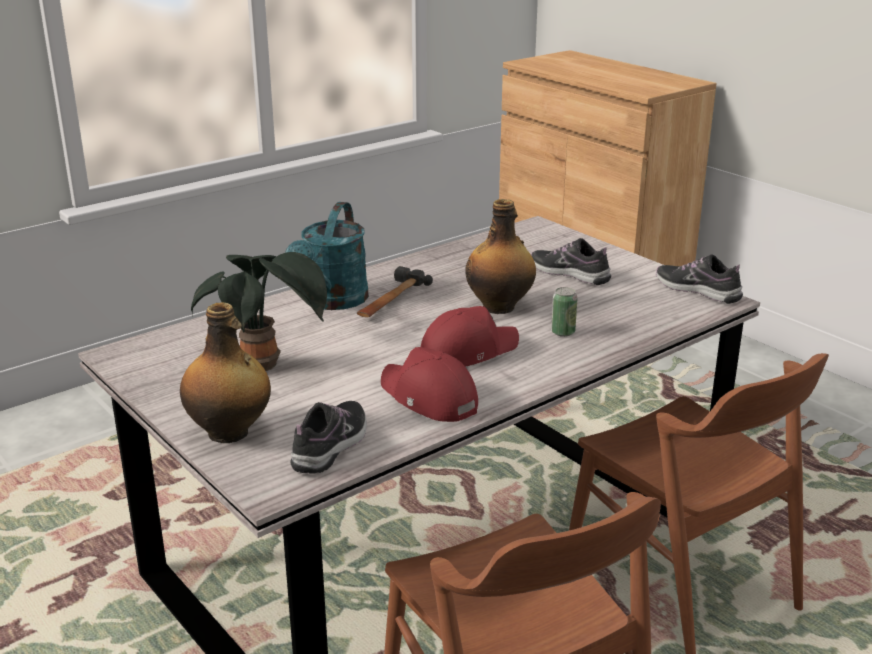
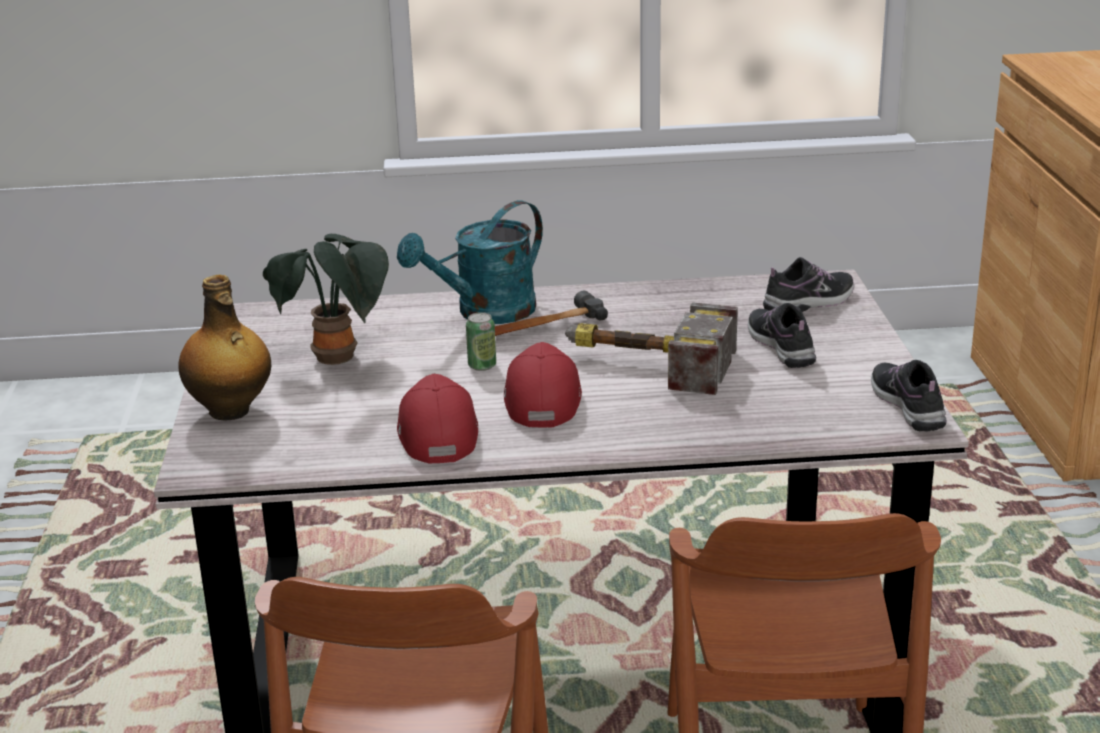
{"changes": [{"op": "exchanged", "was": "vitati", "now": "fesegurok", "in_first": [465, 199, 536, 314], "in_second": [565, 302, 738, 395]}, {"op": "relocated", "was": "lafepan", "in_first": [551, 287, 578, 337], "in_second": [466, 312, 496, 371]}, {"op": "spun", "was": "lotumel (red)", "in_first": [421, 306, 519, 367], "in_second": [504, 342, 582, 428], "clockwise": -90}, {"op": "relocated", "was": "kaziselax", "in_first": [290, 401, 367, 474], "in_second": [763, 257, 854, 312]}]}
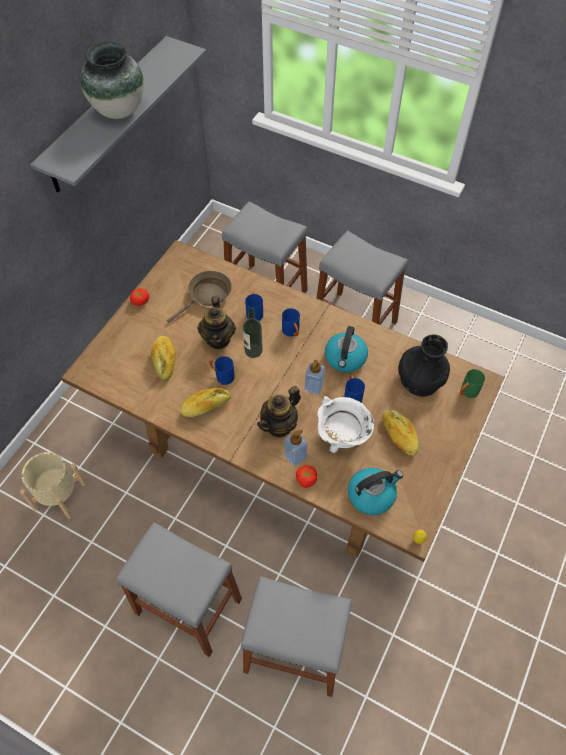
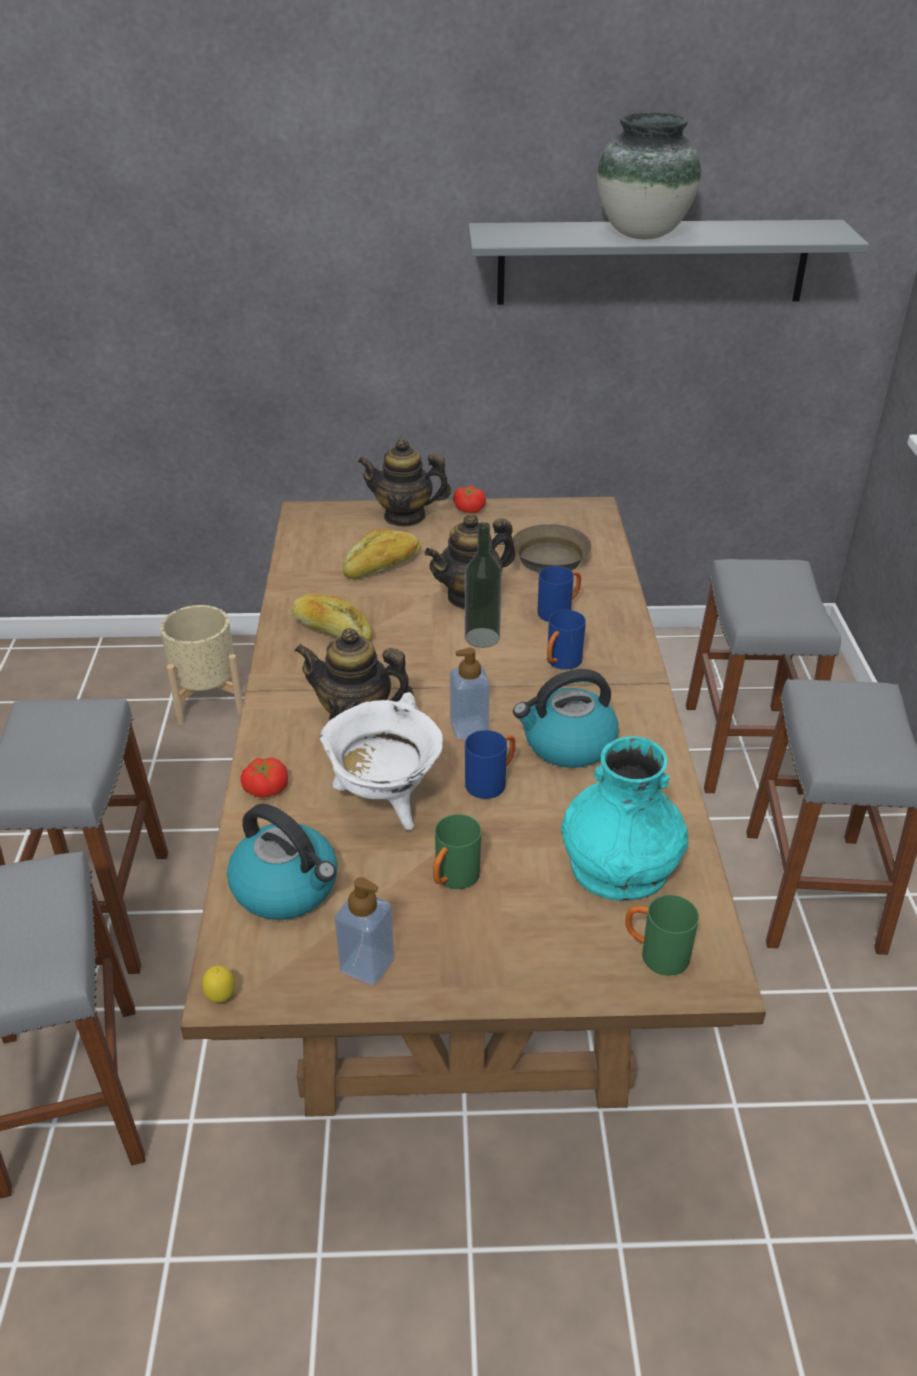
{"changes": [{"op": "colour", "was": "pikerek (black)", "now": "pikerek (turquoise)", "in_first": [398, 334, 450, 397], "in_second": [561, 736, 688, 901]}, {"op": "missing", "was": "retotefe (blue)", "in_first": [209, 356, 234, 385]}, {"op": "exchanged", "was": "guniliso", "now": "retotefe (green)", "in_first": [382, 410, 419, 456], "in_second": [433, 814, 481, 889]}, {"op": "relocated", "was": "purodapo", "in_first": [284, 429, 307, 466], "in_second": [335, 877, 394, 985]}, {"op": "appeared", "now": "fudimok", "in_second": [357, 438, 451, 527]}]}
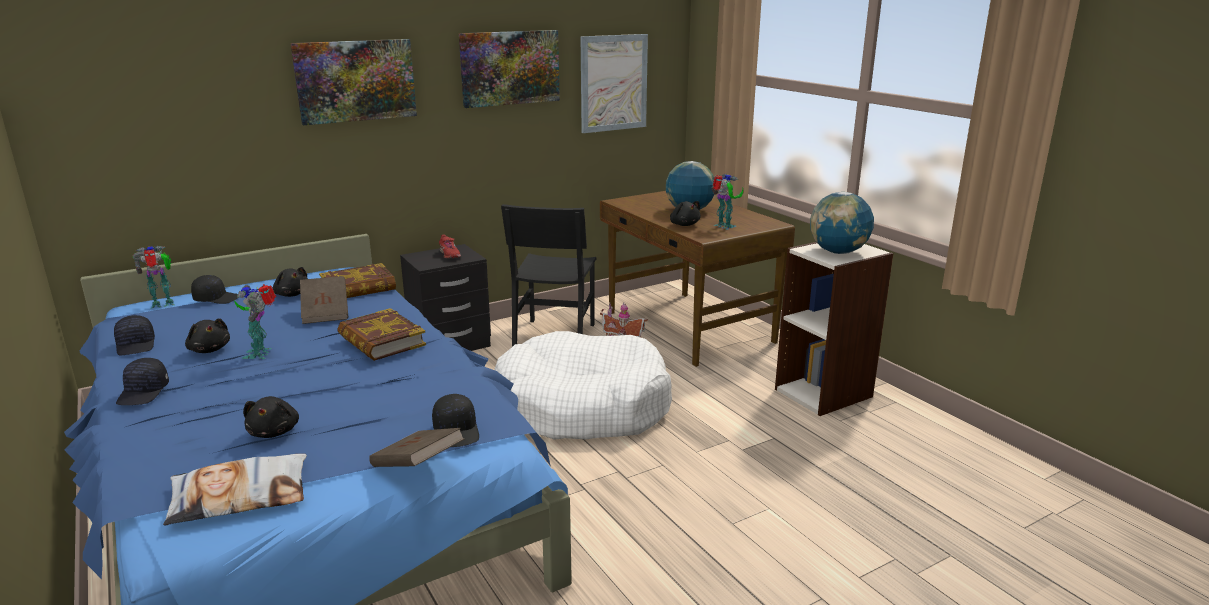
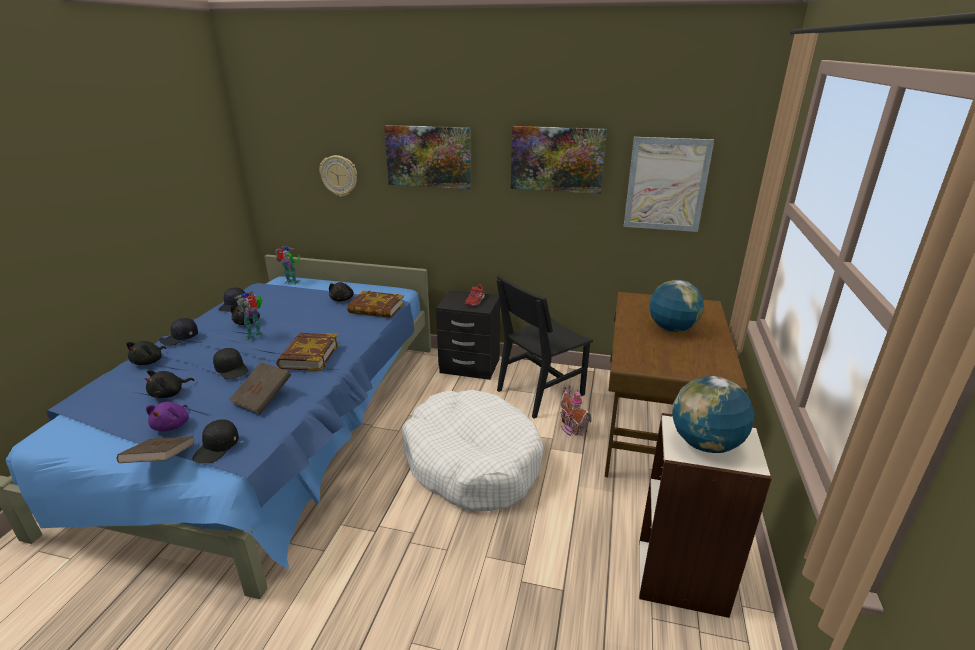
{"changes": [{"op": "missing", "was": "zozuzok", "in_first": [711, 174, 744, 230]}, {"op": "relocated", "was": "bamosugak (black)", "in_first": [670, 201, 701, 226], "in_second": [126, 341, 166, 365]}, {"op": "relocated", "was": "lotumel (black)", "in_first": [191, 275, 238, 304], "in_second": [213, 348, 249, 380]}, {"op": "relocated", "was": "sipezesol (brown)", "in_first": [300, 276, 348, 324], "in_second": [229, 362, 291, 414]}, {"op": "missing", "was": "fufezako", "in_first": [163, 454, 307, 526]}, {"op": "appeared", "now": "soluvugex", "in_second": [319, 155, 357, 197]}, {"op": "appeared", "now": "bamosugak (purple)", "in_second": [146, 402, 189, 432]}]}
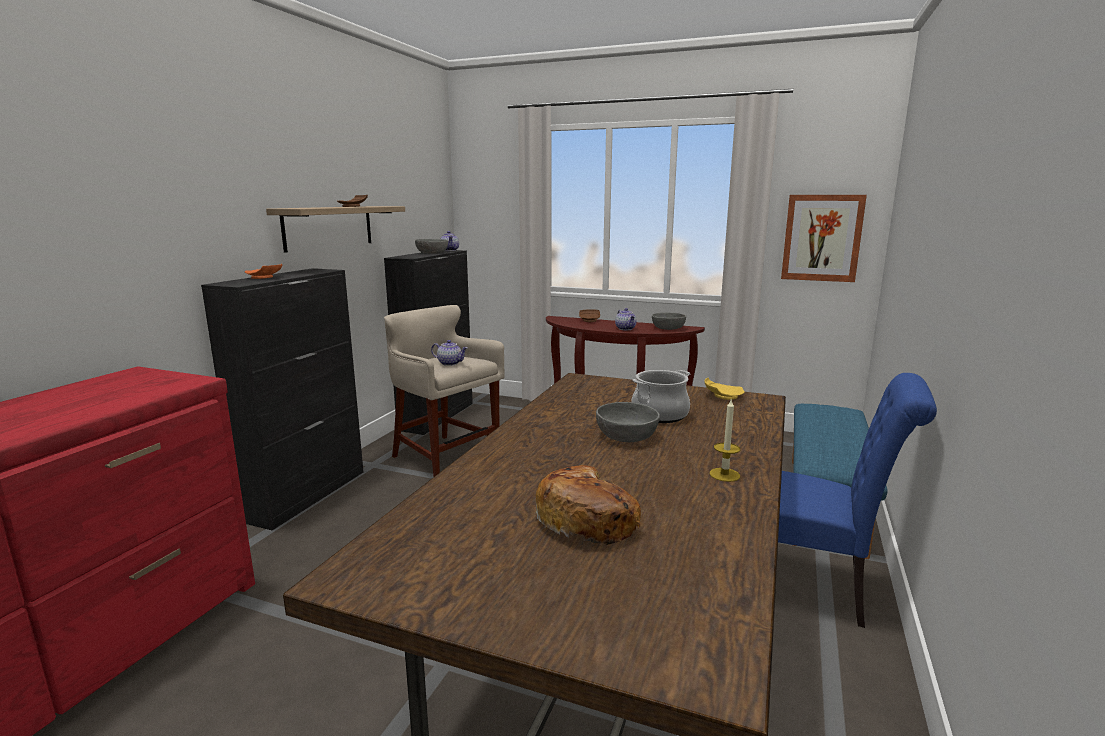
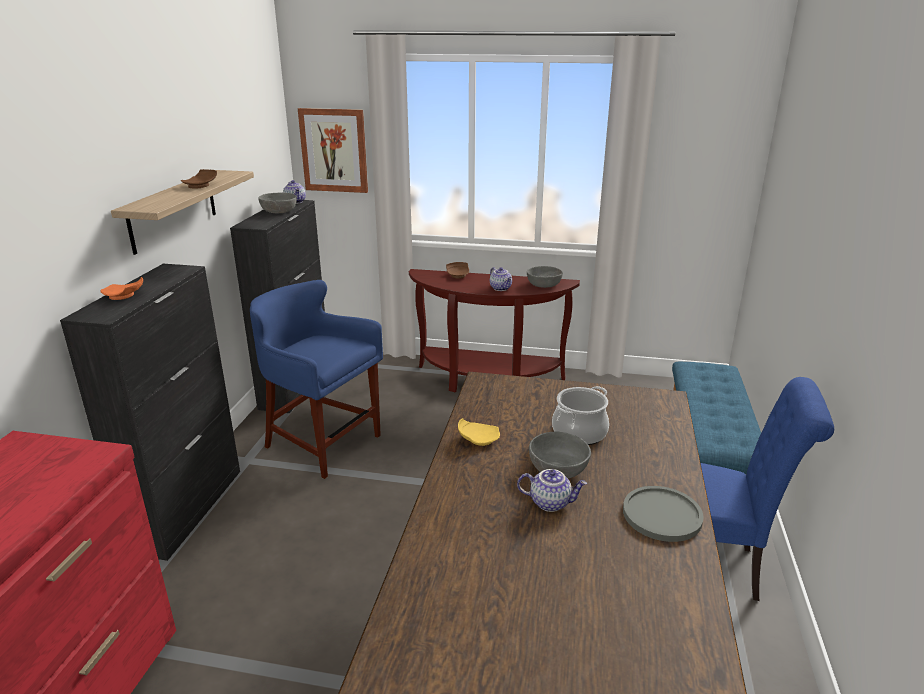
{"changes": [{"op": "relocated", "was": "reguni", "in_first": [781, 195, 867, 282], "in_second": [298, 108, 368, 193]}, {"op": "colour", "was": "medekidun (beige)", "now": "medekidun (blue)", "in_first": [384, 305, 505, 477], "in_second": [250, 280, 383, 479]}, {"op": "relocated", "was": "fudimok", "in_first": [431, 340, 467, 366], "in_second": [517, 469, 587, 512]}, {"op": "relocated", "was": "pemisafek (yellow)", "in_first": [705, 378, 745, 400], "in_second": [458, 418, 500, 446]}, {"op": "exchanged", "was": "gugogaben", "now": "pemisafek (grey)", "in_first": [710, 400, 740, 482], "in_second": [623, 486, 704, 542]}, {"op": "missing", "was": "guniliso", "in_first": [535, 465, 641, 545]}]}
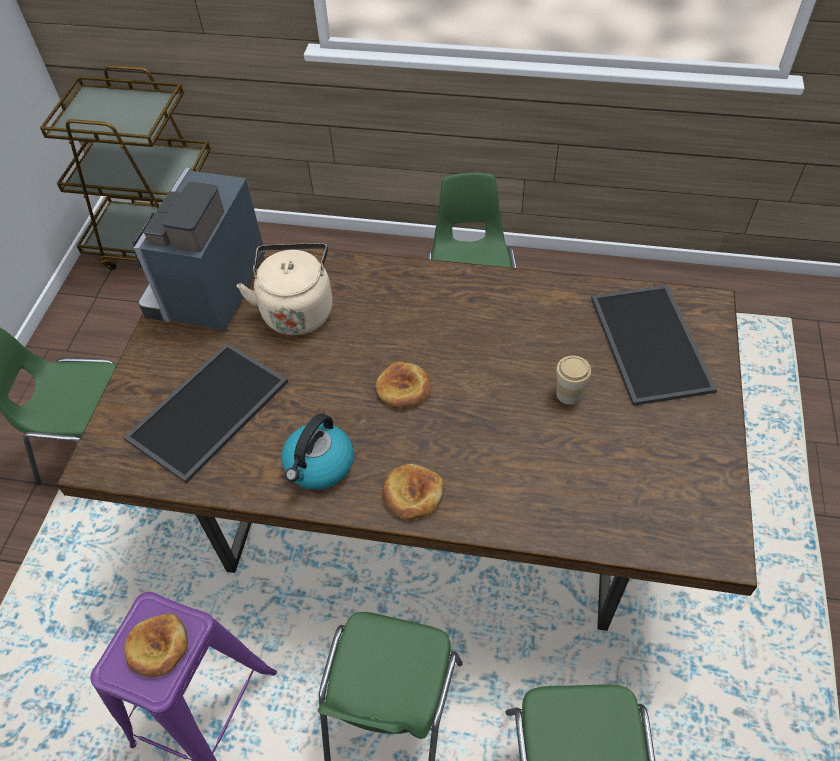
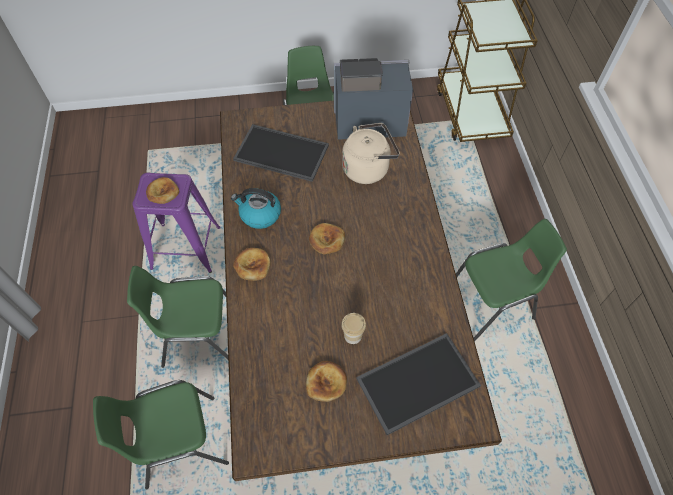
{"changes": [{"op": "appeared", "now": "guniliso", "in_second": [306, 361, 347, 402]}]}
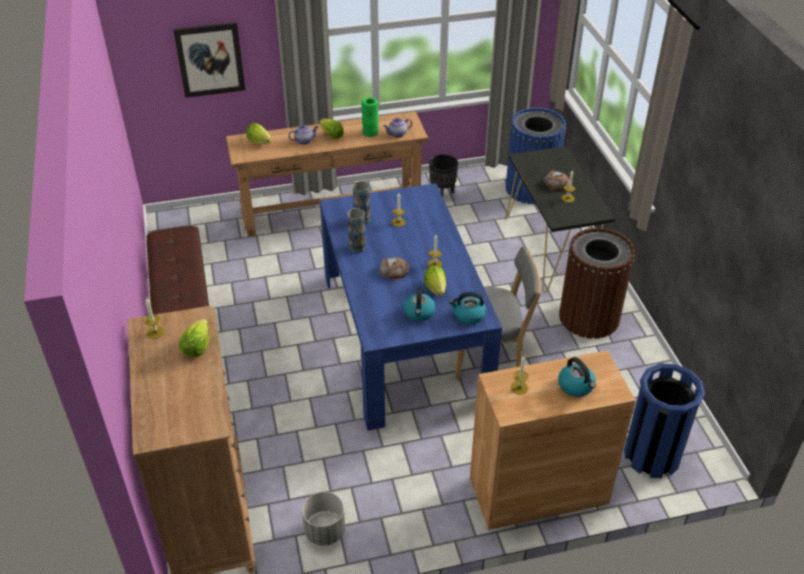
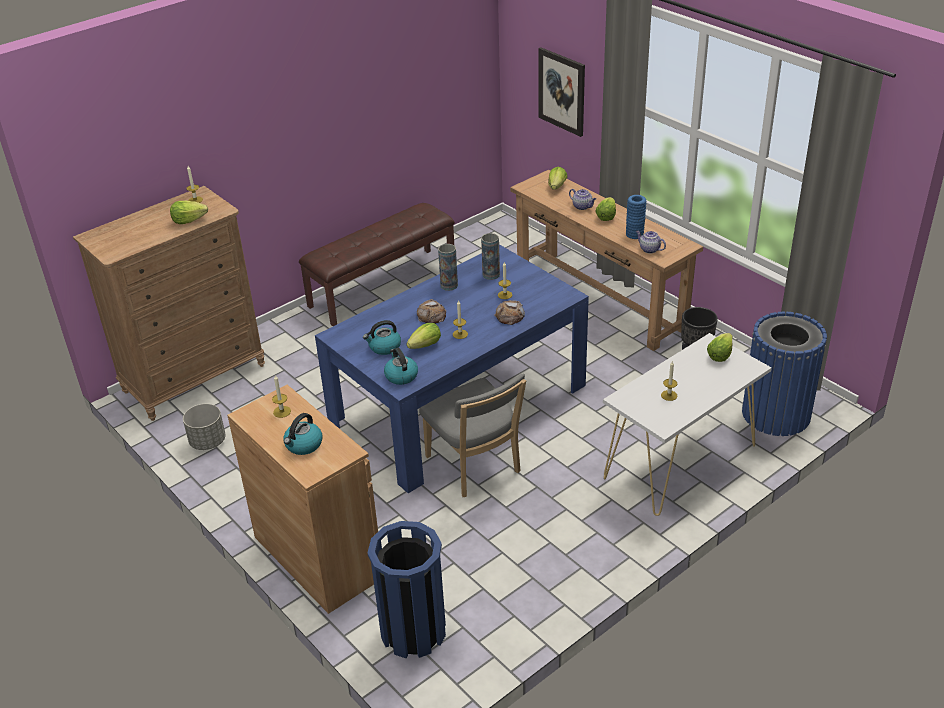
{"changes": [{"op": "colour", "was": "pikerek (green)", "now": "pikerek (blue)", "in_first": [361, 97, 379, 137], "in_second": [626, 195, 647, 239]}, {"op": "colour", "was": "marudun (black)", "now": "marudun (white)", "in_first": [505, 146, 615, 292], "in_second": [603, 333, 772, 516]}, {"op": "relocated", "was": "guniliso", "in_first": [544, 170, 569, 191], "in_second": [494, 300, 525, 325]}, {"op": "missing", "was": "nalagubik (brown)", "in_first": [559, 228, 635, 339]}, {"op": "appeared", "now": "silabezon", "in_second": [707, 333, 733, 362]}]}
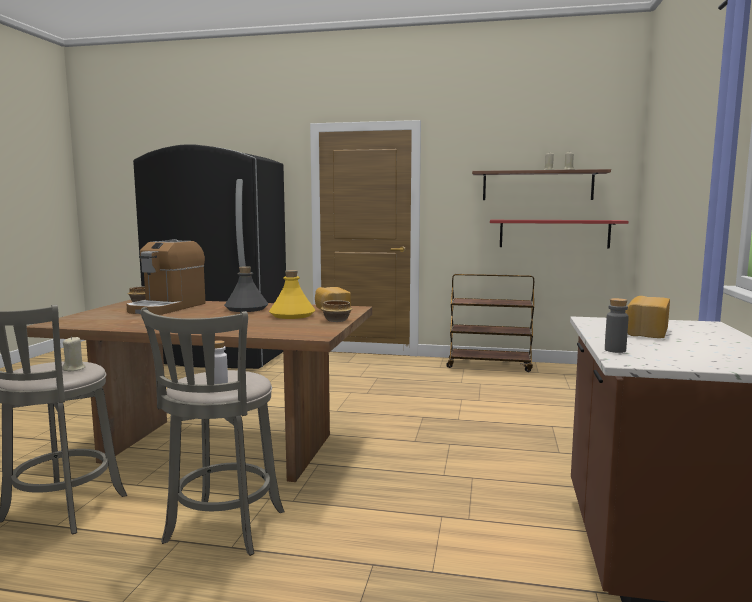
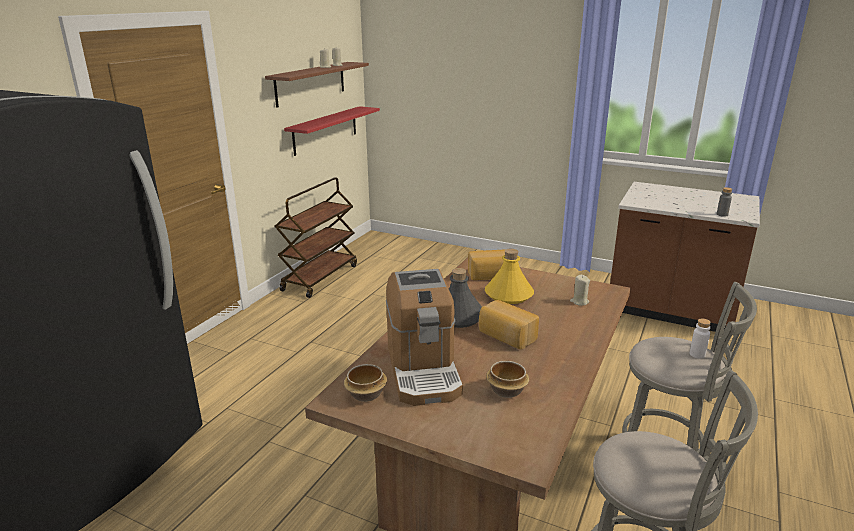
{"changes": [{"op": "spun", "was": "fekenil", "in_first": [127, 239, 206, 315], "in_second": [386, 269, 463, 406], "clockwise": 45}, {"op": "relocated", "was": "guniliso", "in_first": [625, 296, 670, 338], "in_second": [479, 300, 539, 349]}, {"op": "relocated", "was": "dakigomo", "in_first": [321, 300, 352, 322], "in_second": [486, 361, 529, 398]}, {"op": "relocated", "was": "gugogaben (beige)", "in_first": [62, 336, 86, 372], "in_second": [570, 275, 590, 306]}]}
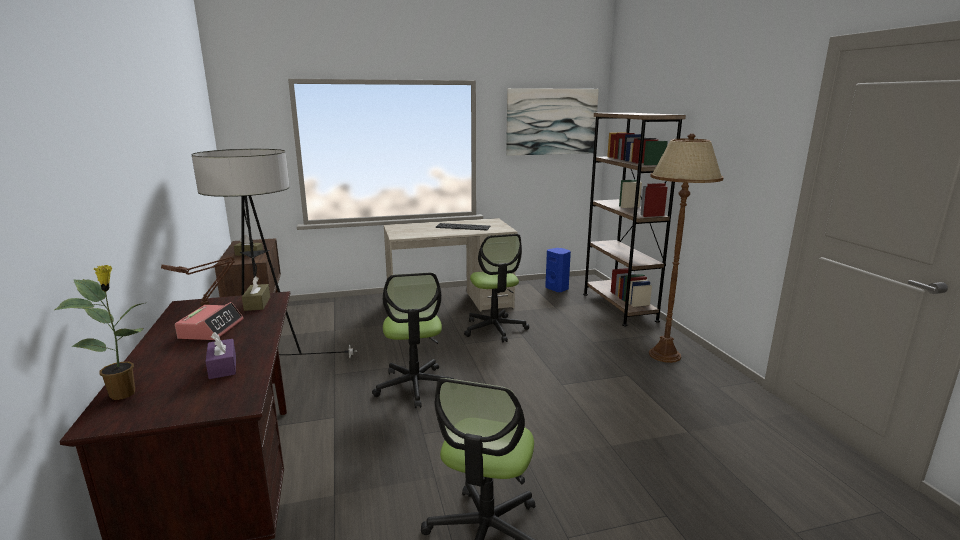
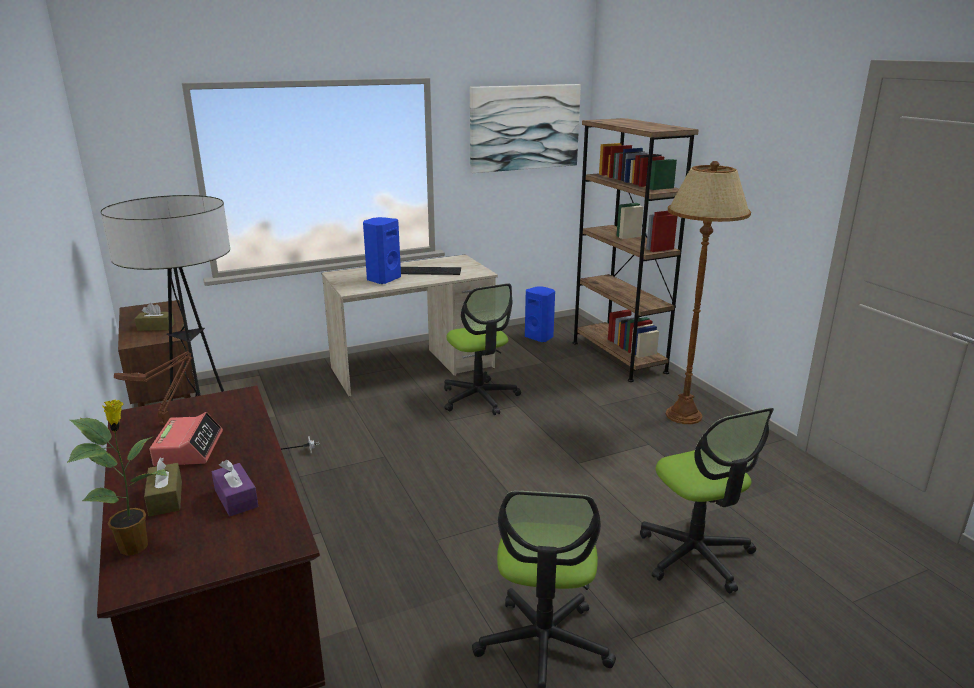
{"changes": [{"op": "relocated", "was": "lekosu", "in_first": [372, 273, 454, 408], "in_second": [640, 408, 774, 593]}, {"op": "relocated", "was": "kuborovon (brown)", "in_first": [242, 276, 270, 311], "in_second": [144, 458, 182, 516]}, {"op": "appeared", "now": "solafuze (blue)", "in_second": [363, 217, 401, 284]}]}
